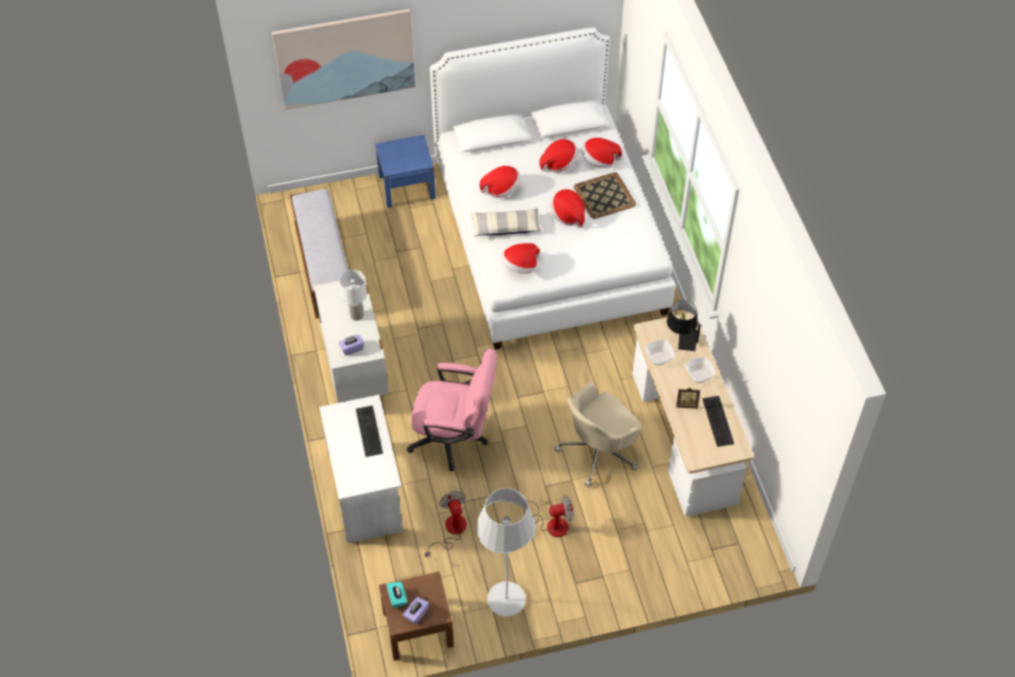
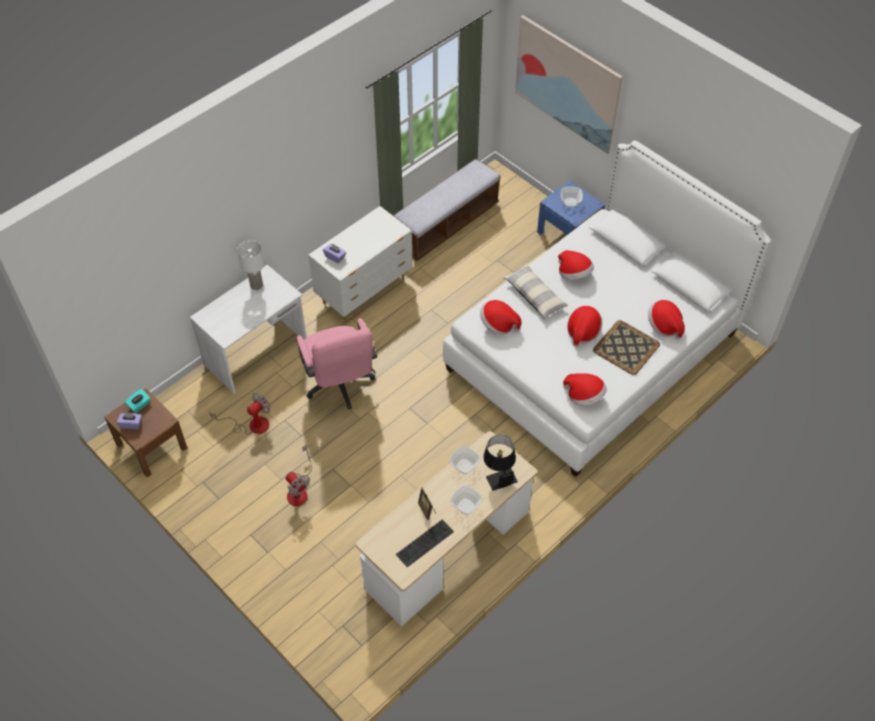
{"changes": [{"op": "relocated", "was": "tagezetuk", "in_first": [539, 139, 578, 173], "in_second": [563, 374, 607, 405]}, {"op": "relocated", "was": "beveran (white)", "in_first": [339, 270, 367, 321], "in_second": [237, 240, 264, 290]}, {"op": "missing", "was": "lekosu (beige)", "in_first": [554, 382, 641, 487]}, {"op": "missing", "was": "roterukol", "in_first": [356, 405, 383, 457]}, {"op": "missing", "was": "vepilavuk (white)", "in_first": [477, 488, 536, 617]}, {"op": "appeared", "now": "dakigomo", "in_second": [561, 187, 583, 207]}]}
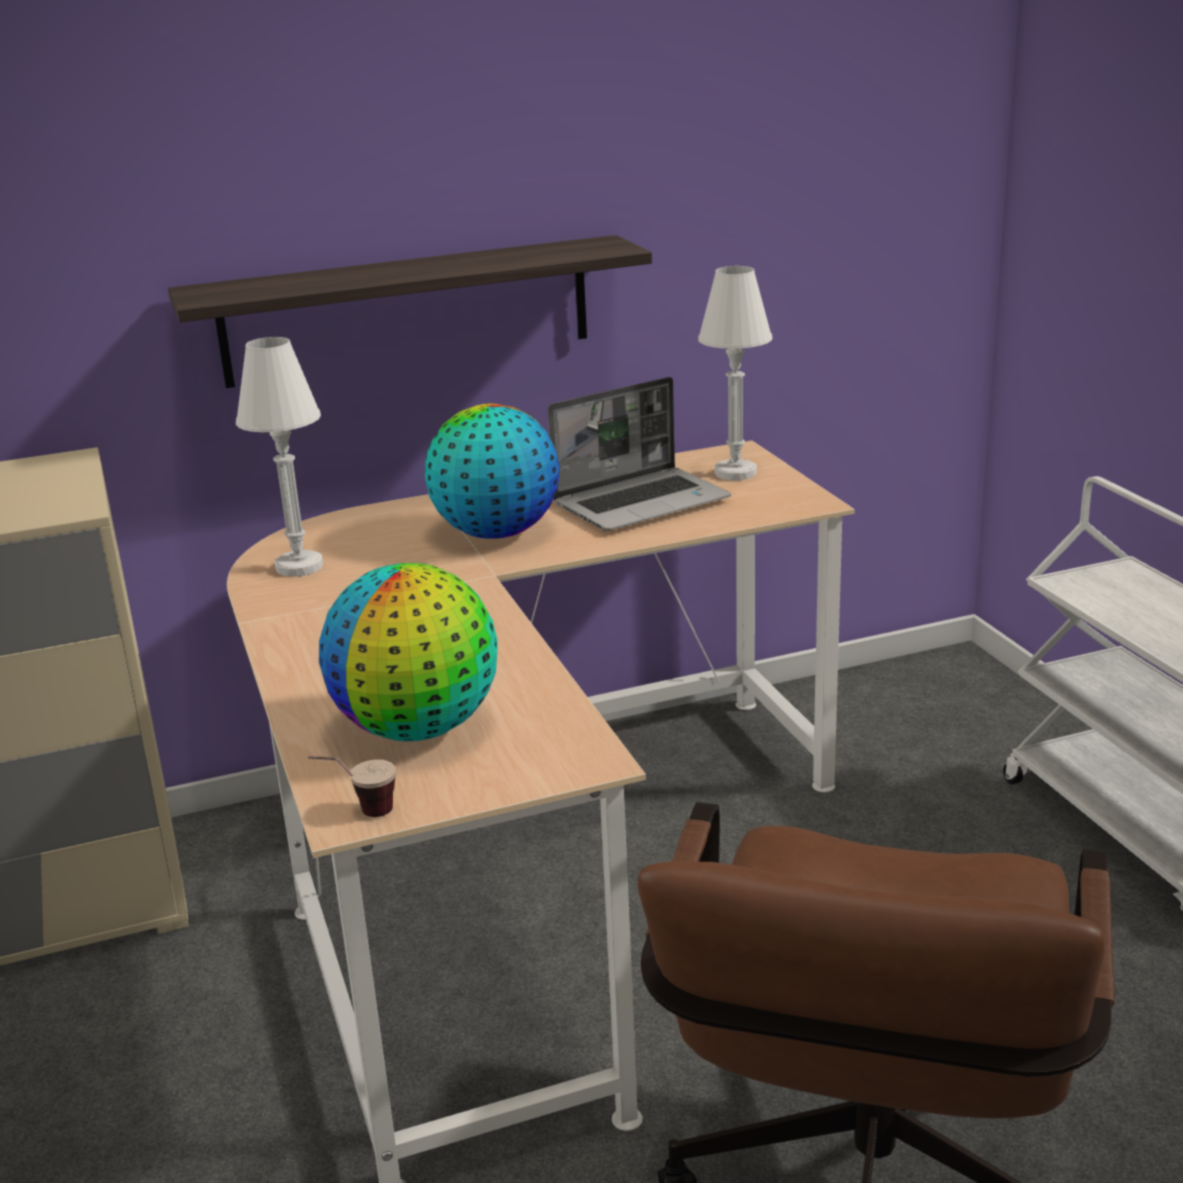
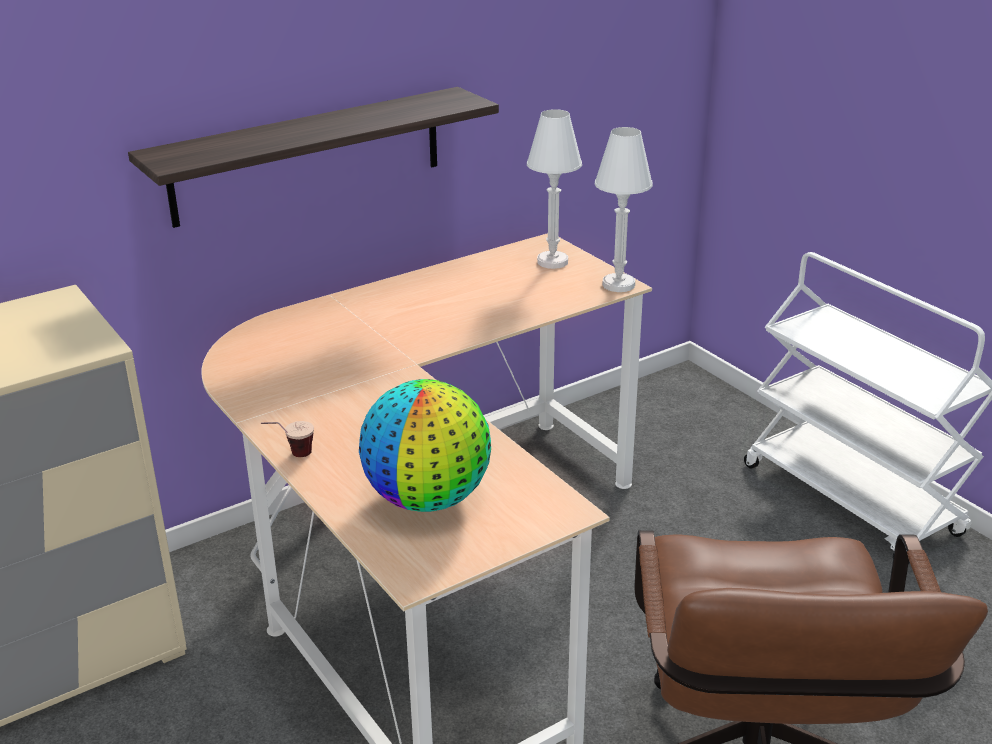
{"changes": [{"op": "relocated", "was": "beveran (white)", "in_first": [236, 337, 323, 577], "in_second": [595, 127, 653, 292]}, {"op": "missing", "was": "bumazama", "in_first": [548, 377, 731, 531]}, {"op": "missing", "was": "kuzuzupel", "in_first": [425, 404, 560, 539]}, {"op": "relocated", "was": "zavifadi", "in_first": [308, 756, 396, 817], "in_second": [261, 421, 314, 457]}]}
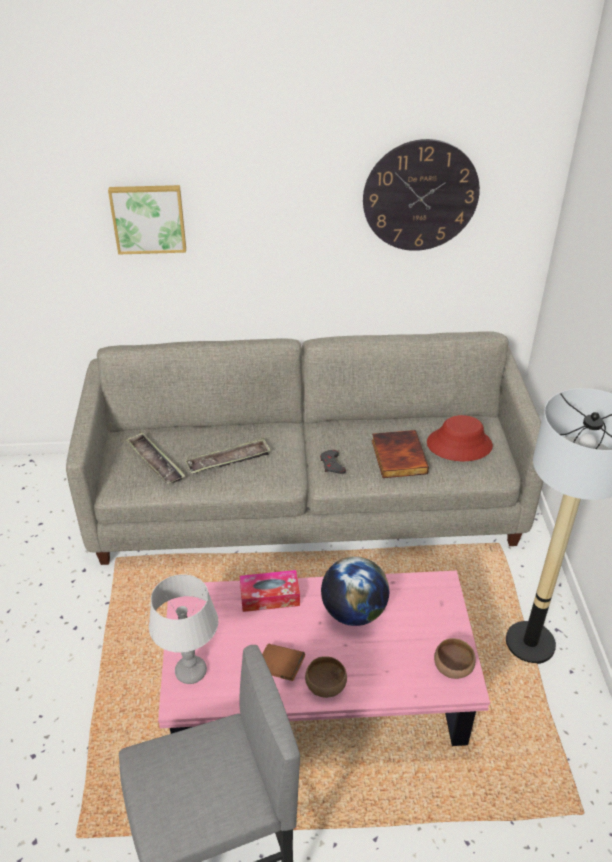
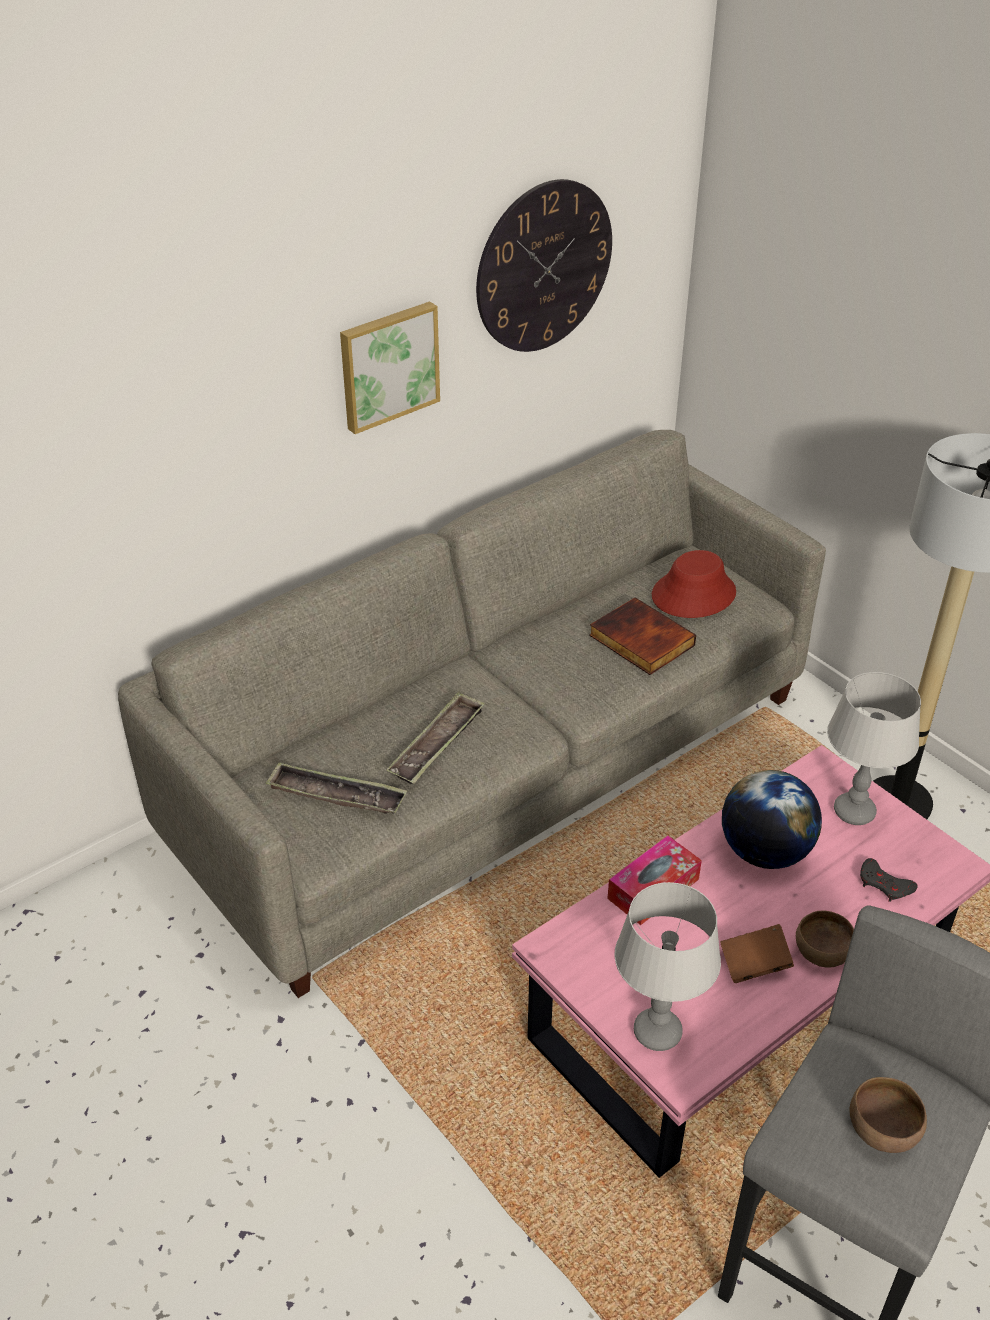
{"changes": [{"op": "relocated", "was": "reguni", "in_first": [108, 185, 186, 255], "in_second": [340, 301, 440, 434]}, {"op": "relocated", "was": "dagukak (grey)", "in_first": [320, 450, 346, 474], "in_second": [860, 858, 918, 902]}, {"op": "relocated", "was": "dakigomo (brown)", "in_first": [434, 638, 476, 679], "in_second": [849, 1077, 927, 1153]}, {"op": "appeared", "now": "beveran (grey)", "in_second": [827, 672, 921, 825]}]}
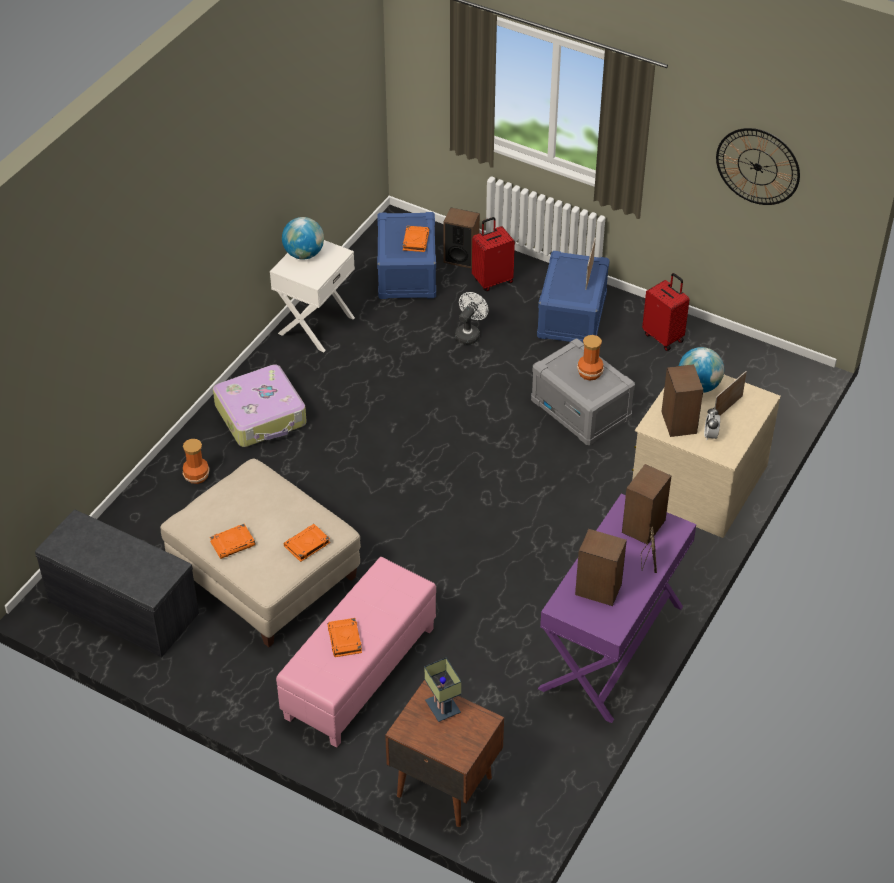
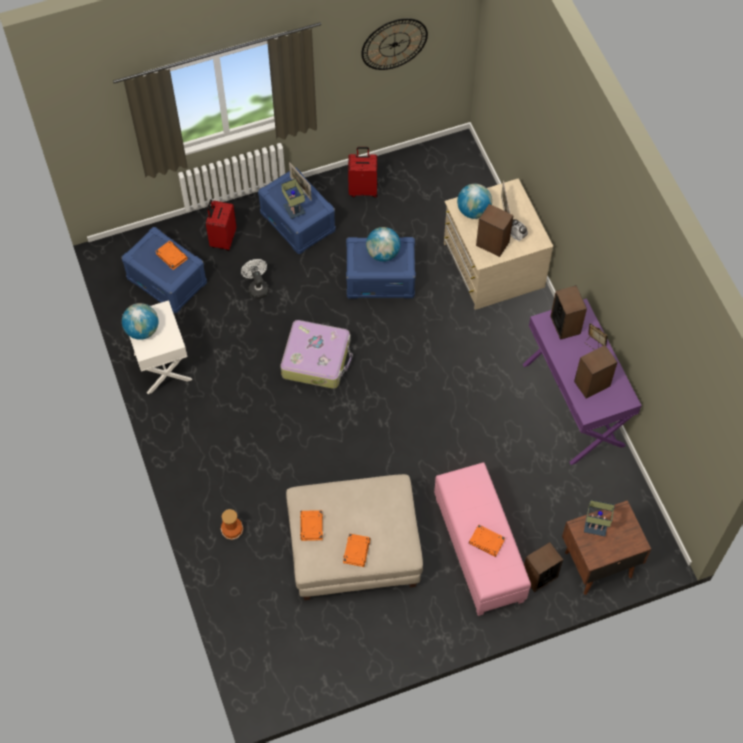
{"changes": [{"op": "relocated", "was": "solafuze", "in_first": [443, 208, 480, 268], "in_second": [524, 542, 563, 592]}, {"op": "exchanged", "was": "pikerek", "now": "kuzuzupel", "in_first": [577, 335, 604, 381], "in_second": [366, 227, 400, 262]}, {"op": "colour", "was": "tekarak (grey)", "now": "tekarak (blue)", "in_first": [531, 339, 635, 446], "in_second": [346, 237, 416, 299]}, {"op": "relocated", "was": "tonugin", "in_first": [213, 364, 307, 447], "in_second": [281, 320, 353, 389]}, {"op": "missing", "was": "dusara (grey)", "in_first": [35, 510, 199, 658]}, {"op": "relocated", "was": "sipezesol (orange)", "in_first": [283, 524, 330, 562], "in_second": [300, 510, 323, 541]}, {"op": "appeared", "now": "beveran", "in_second": [281, 178, 305, 219]}]}
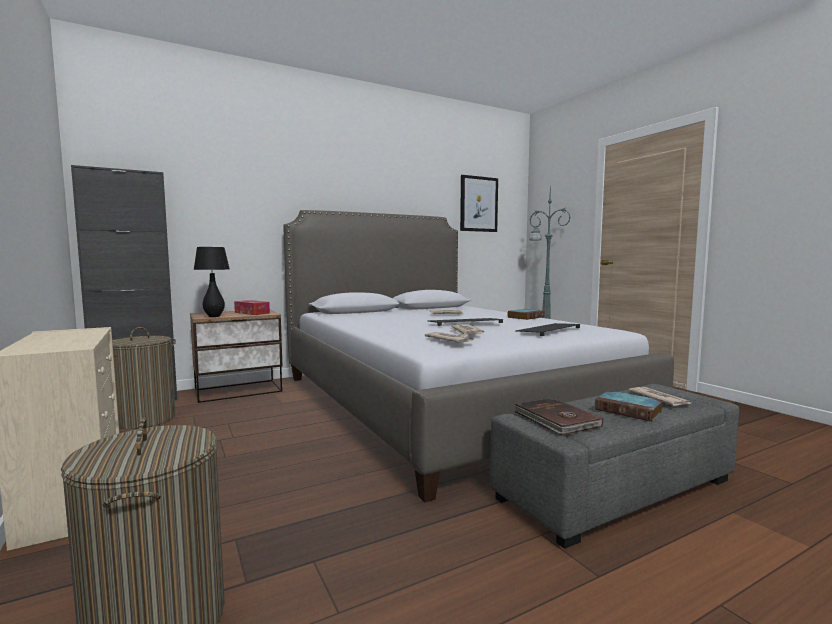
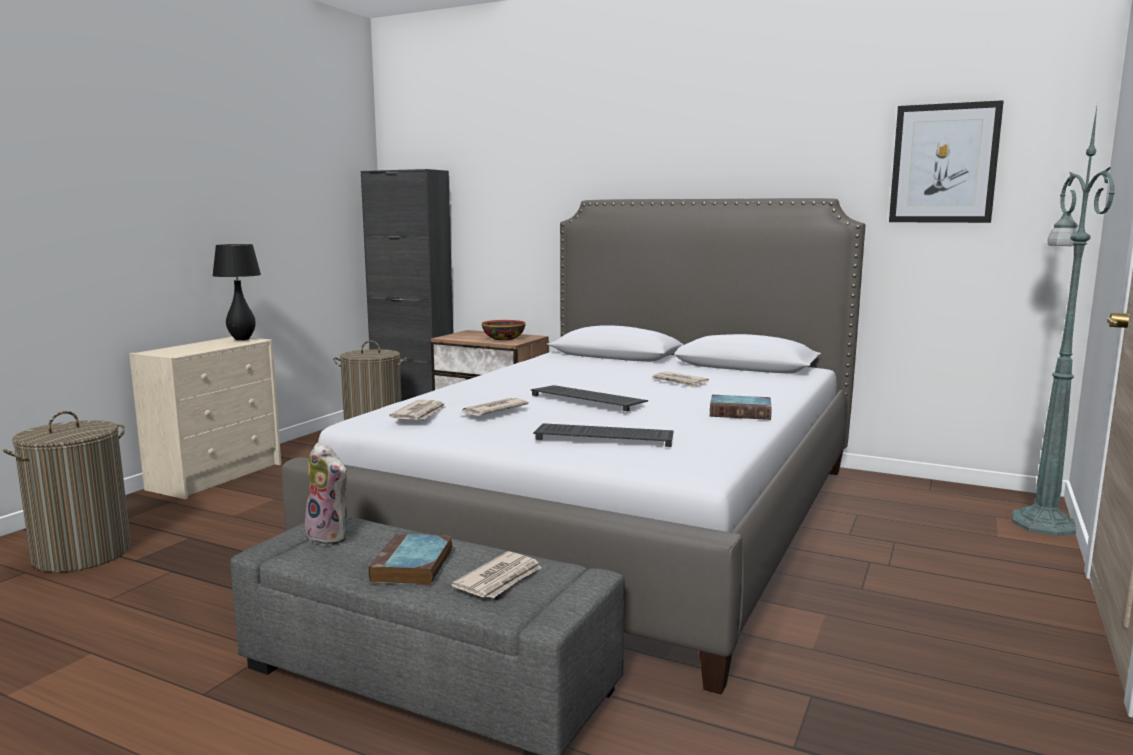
{"changes": [{"op": "relocated", "was": "beveran (black)", "in_first": [194, 247, 230, 317], "in_second": [212, 244, 261, 340]}, {"op": "exchanged", "was": "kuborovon", "now": "dakigomo", "in_first": [234, 300, 270, 315], "in_second": [482, 320, 526, 340]}, {"op": "exchanged", "was": "sipezesol (brown)", "now": "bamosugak", "in_first": [514, 398, 603, 435], "in_second": [303, 443, 348, 545]}]}
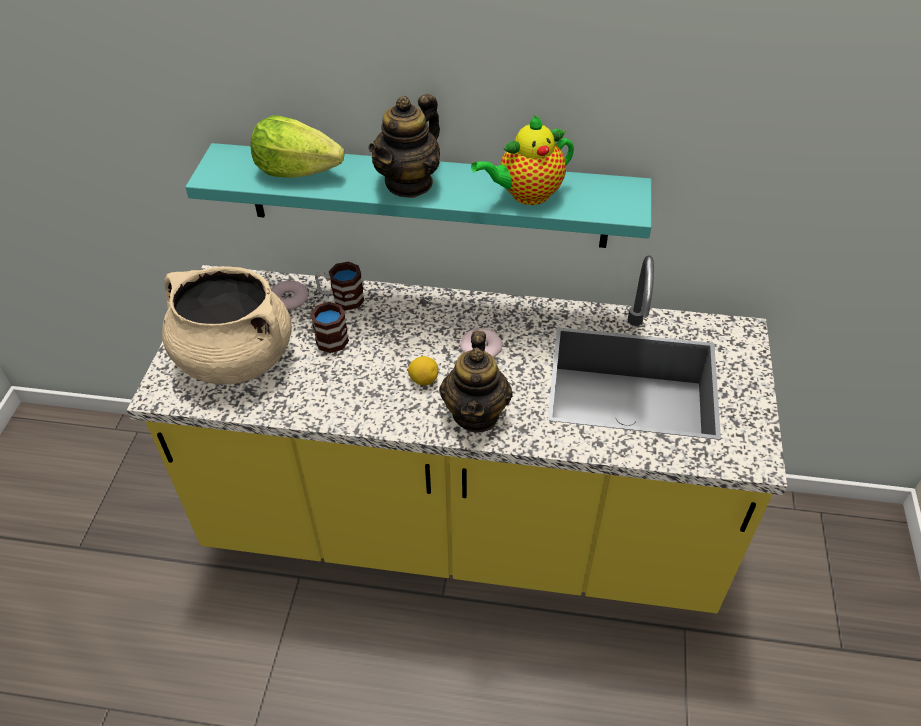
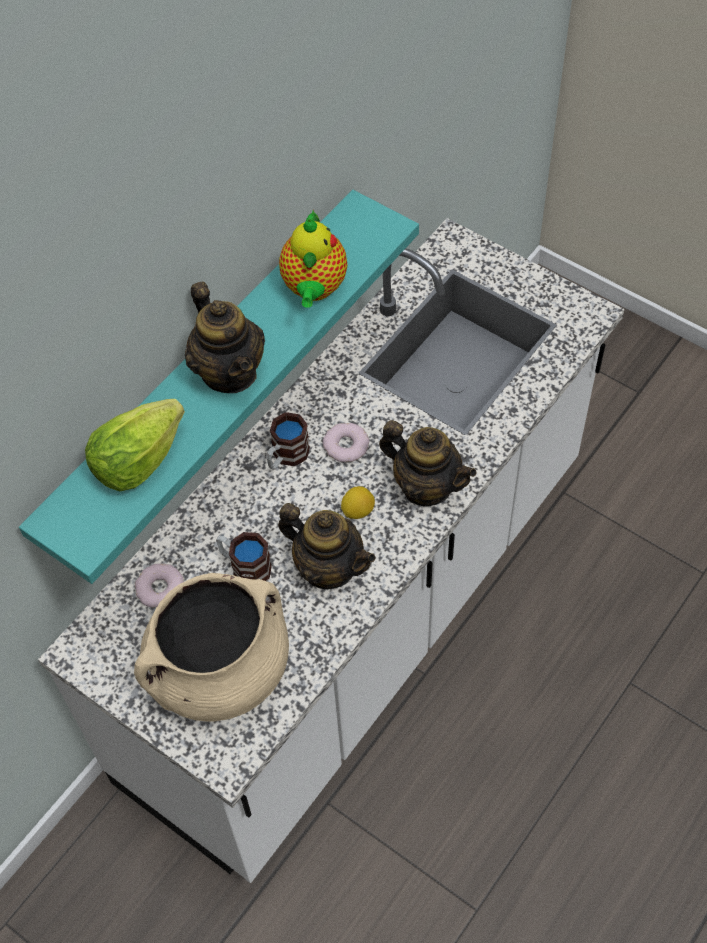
{"changes": [{"op": "colour", "was": "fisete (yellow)", "now": "fisete (white)", "in_first": [127, 255, 787, 613], "in_second": [38, 218, 625, 883]}, {"op": "relocated", "was": "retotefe", "in_first": [315, 262, 365, 311], "in_second": [266, 412, 310, 470]}, {"op": "appeared", "now": "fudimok", "in_second": [278, 503, 376, 589]}]}
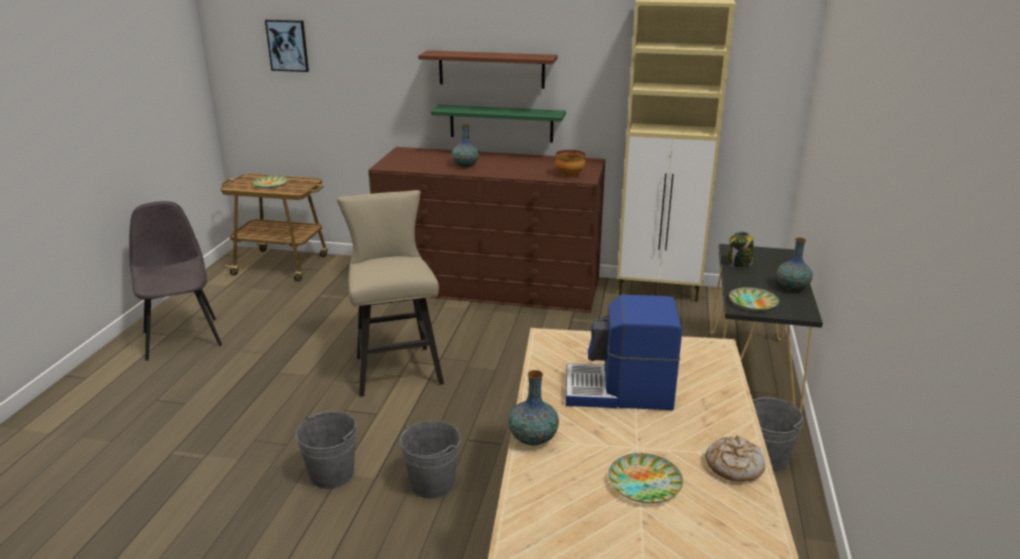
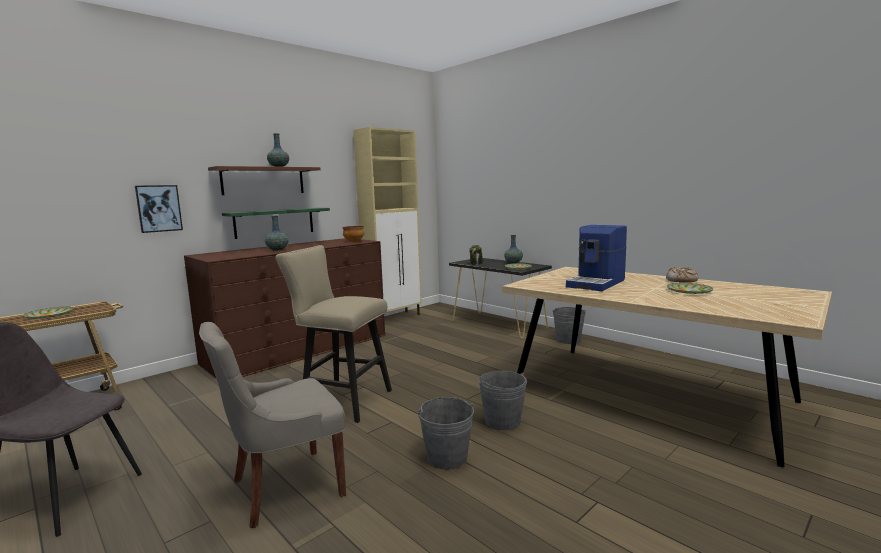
{"changes": [{"op": "relocated", "was": "reguni", "in_first": [265, 20, 309, 72], "in_second": [135, 185, 183, 233]}, {"op": "relocated", "was": "pikerek", "in_first": [508, 370, 559, 446], "in_second": [267, 133, 289, 167]}, {"op": "appeared", "now": "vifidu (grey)", "in_second": [199, 322, 346, 528]}]}
